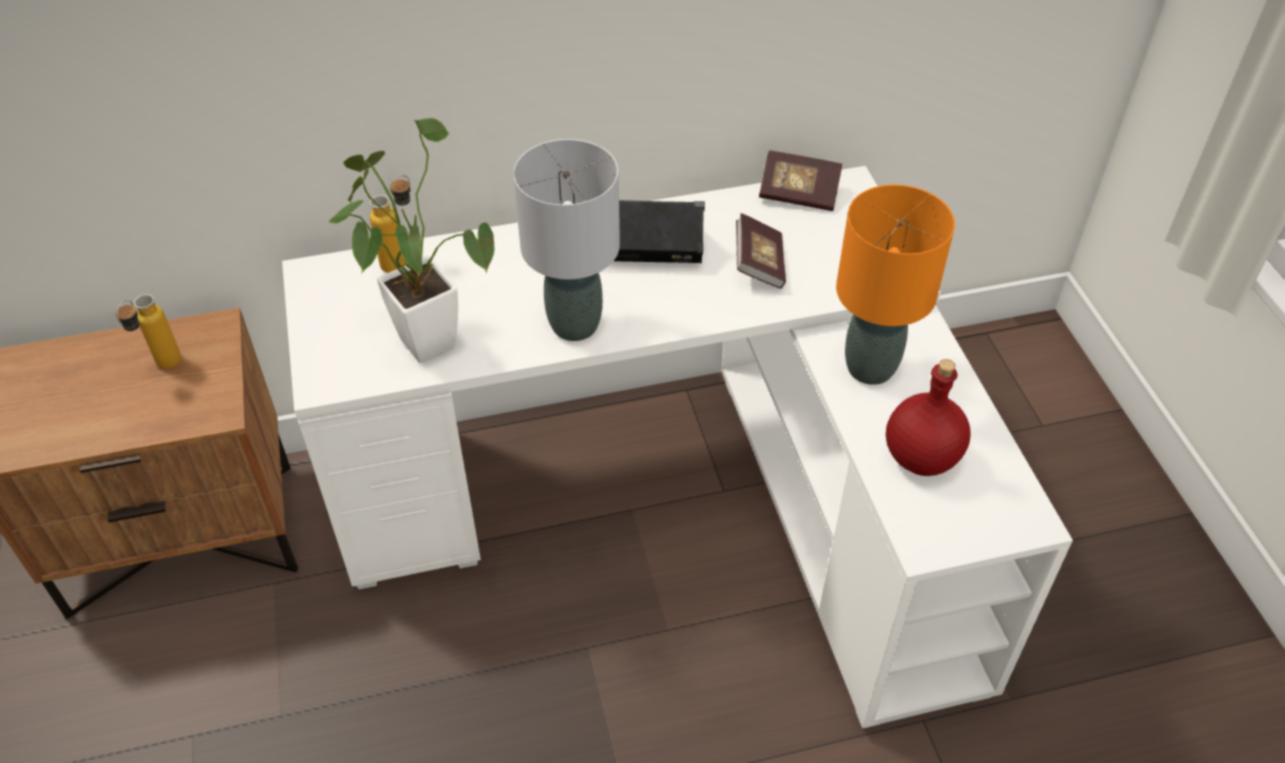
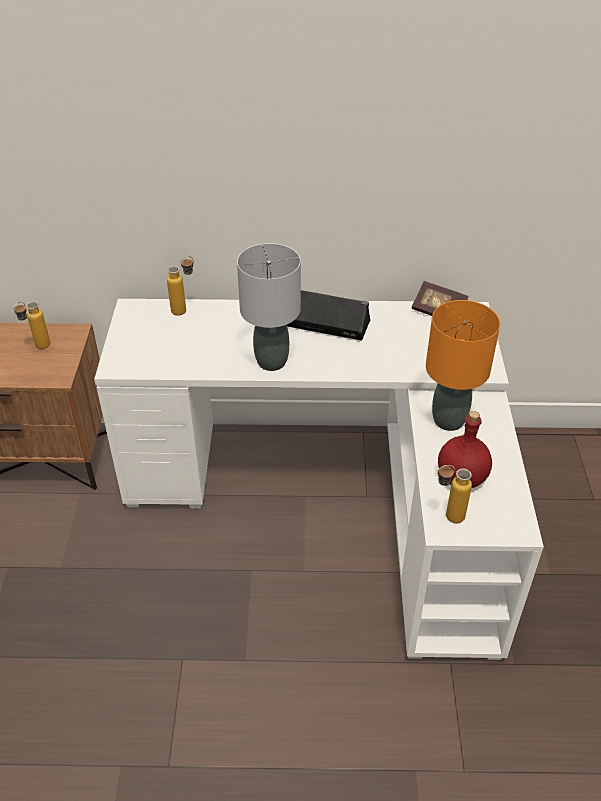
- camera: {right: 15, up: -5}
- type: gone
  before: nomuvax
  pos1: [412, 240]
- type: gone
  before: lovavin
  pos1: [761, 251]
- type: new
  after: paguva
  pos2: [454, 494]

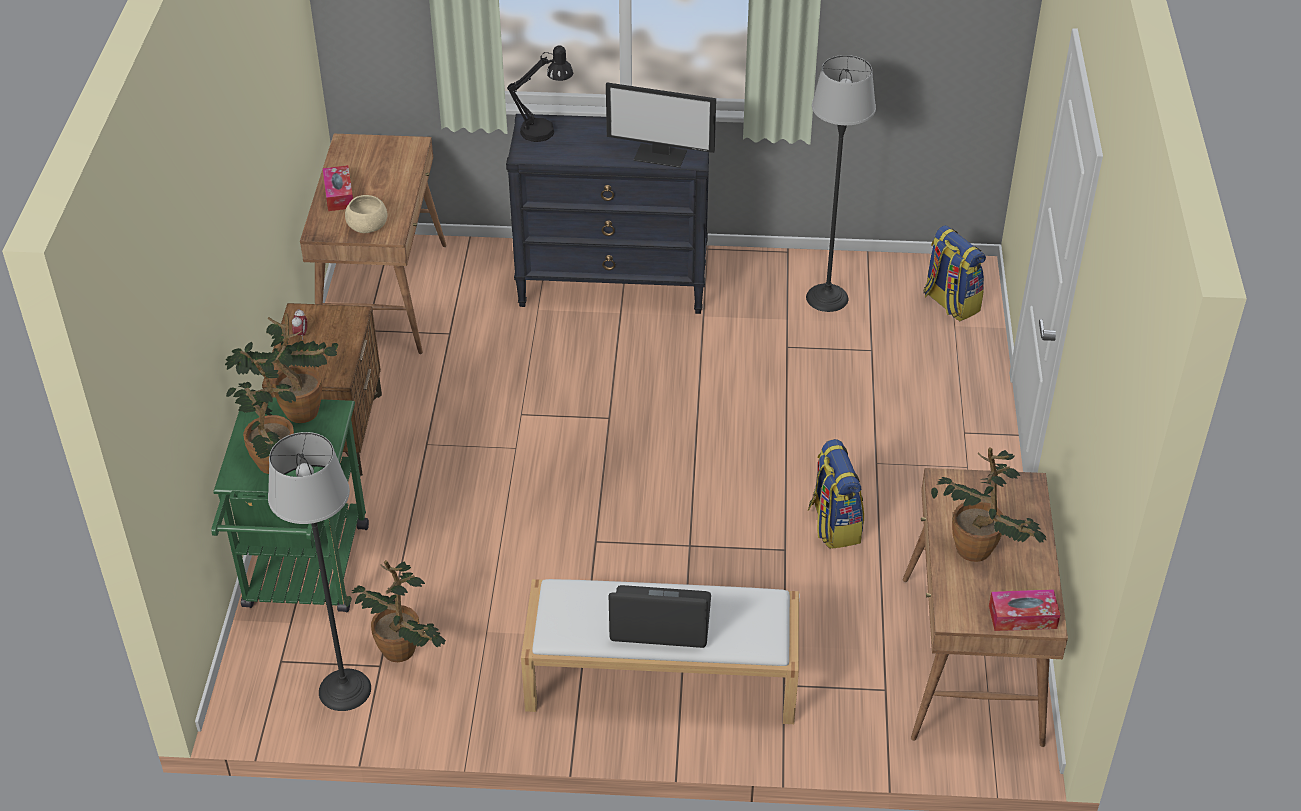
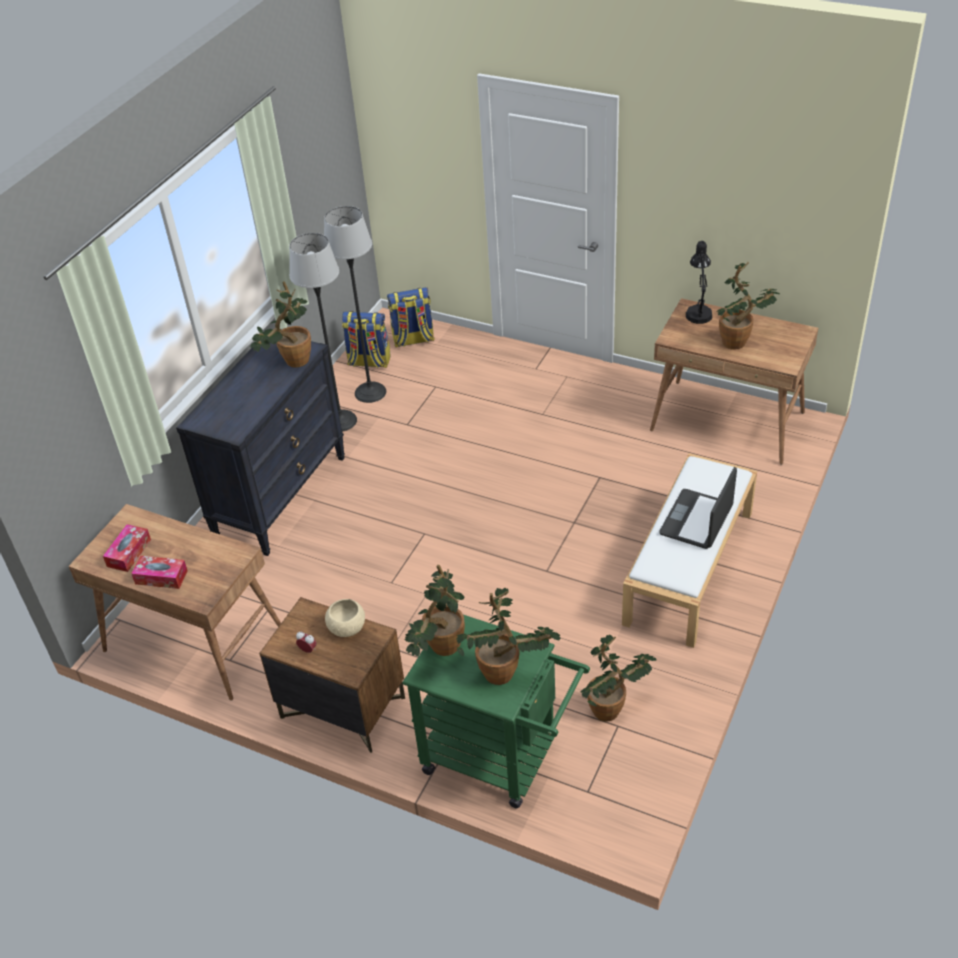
- camera: {right: -65, up: 0}
- type: shifted
  before: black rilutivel
  pos1: [540, 94]
  pos2: [699, 282]
- type: swapped
  before: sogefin
  after: nomuvax
  pos1: [661, 125]
  pos2: [280, 324]
- type: shifted
  before: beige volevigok
  pos1: [366, 214]
  pos2: [345, 618]
- type: shifted
  before: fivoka
  pos1: [319, 571]
  pos2: [323, 332]
- type: shifted
  before: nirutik
  pos1: [836, 494]
  pos2: [366, 339]
- type: shifted
  before: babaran
  pos1: [1024, 610]
  pos2: [127, 548]

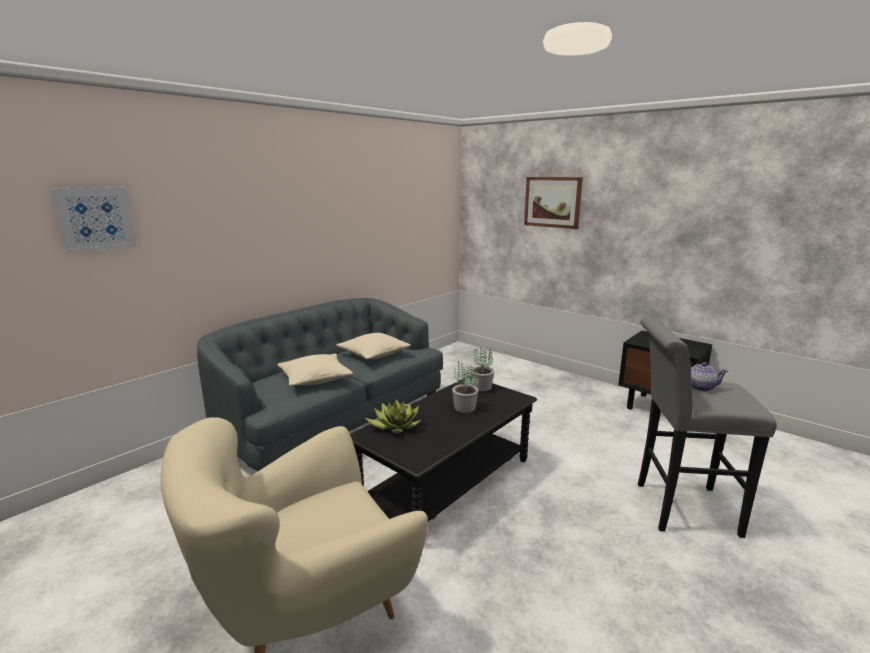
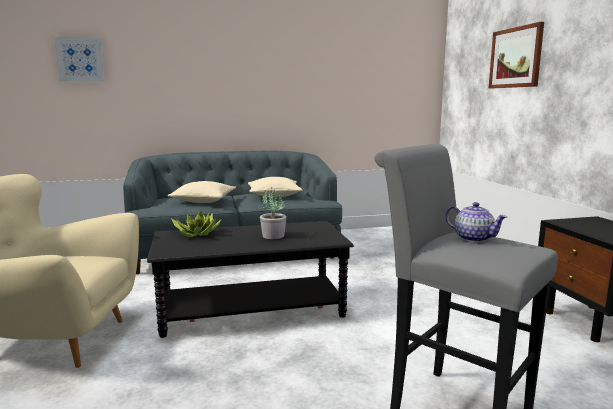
- camera: {right: 35, up: -5}
- type: gone
  before: nomuvax
  pos1: [482, 369]

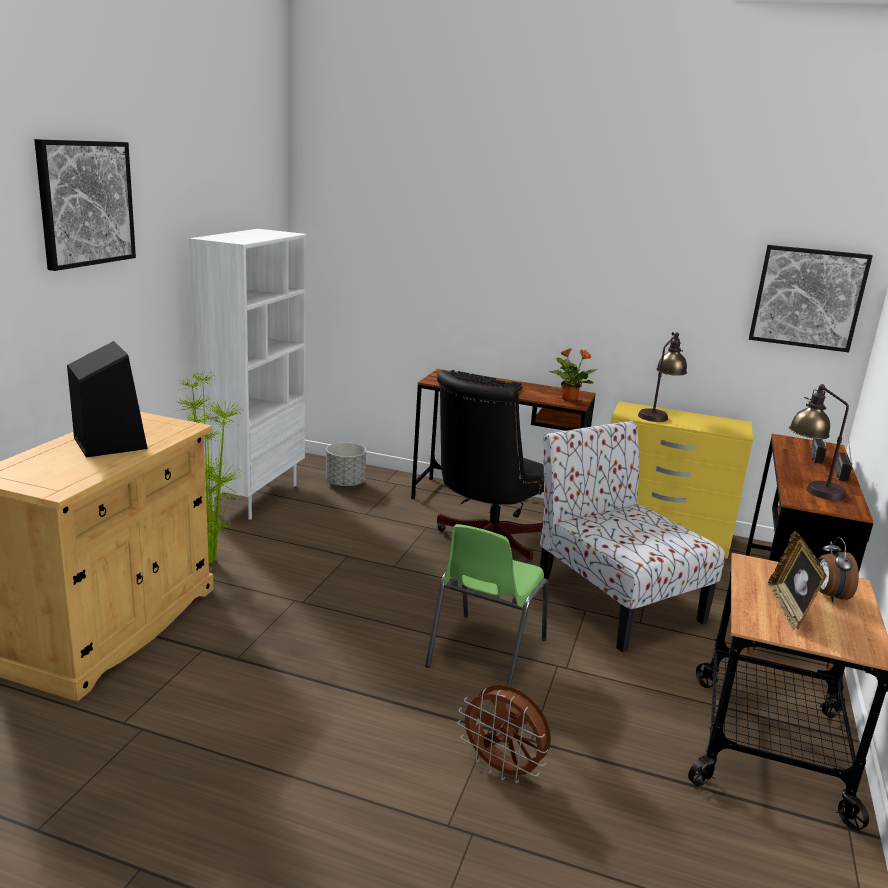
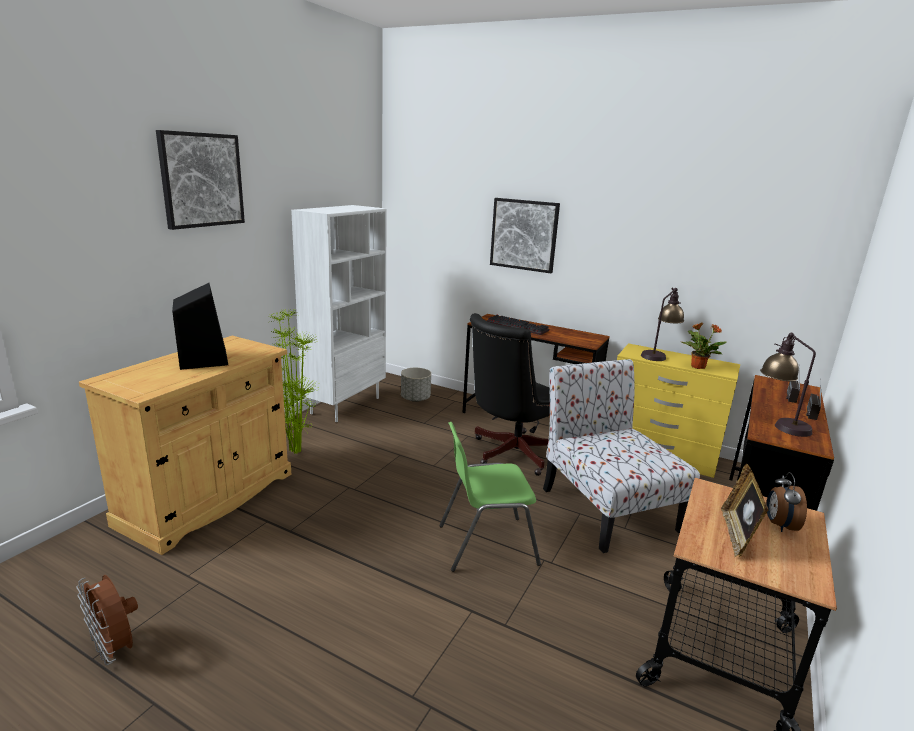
- camera: {right: 10, up: 0}
- type: shifted
  before: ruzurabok
  pos1: [811, 298]
  pos2: [525, 235]
- type: shifted
  before: nomuvax
  pos1: [573, 375]
  pos2: [703, 345]
- type: rotated
  before: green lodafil
  pos1: [486, 605]
  pos2: [490, 497]
  turn: 45
- type: shifted
  before: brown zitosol
  pos1: [504, 734]
  pos2: [107, 620]

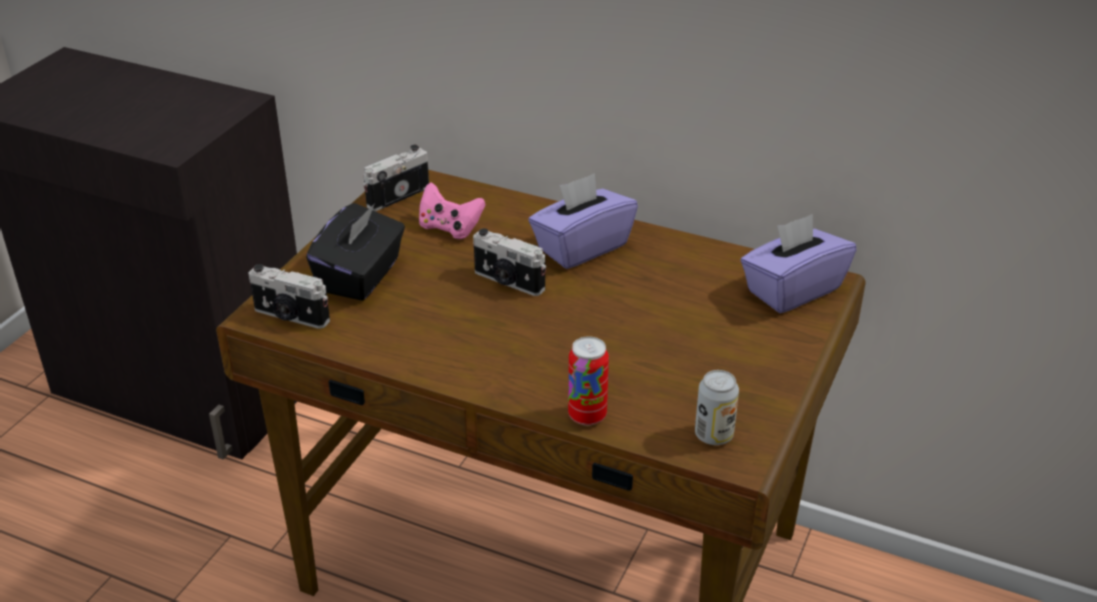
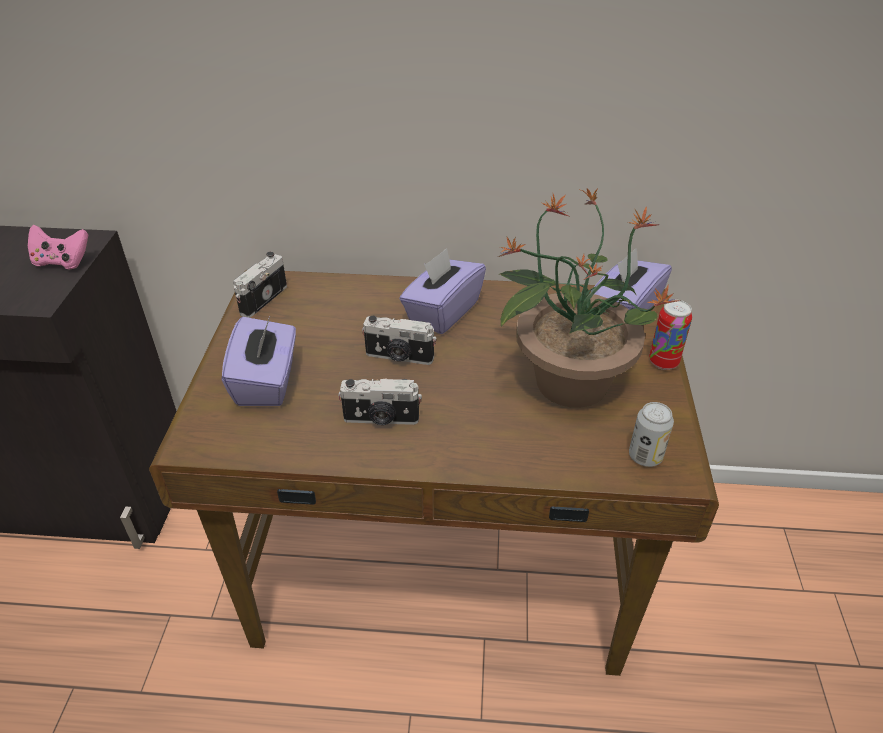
- camera: {right: -20, up: 5}
- type: shifted
  before: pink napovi
  pos1: [452, 210]
  pos2: [58, 247]
- type: repainted
  before: black babaran
  after: purple babaran
  pos1: [355, 252]
  pos2: [259, 360]
- type: shifted
  before: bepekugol
  pos1: [289, 296]
  pos2: [380, 402]
- type: shifted
  before: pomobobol
  pos1: [588, 381]
  pos2: [670, 335]
- type: new
  after: nomuvax
  pos2: [589, 297]

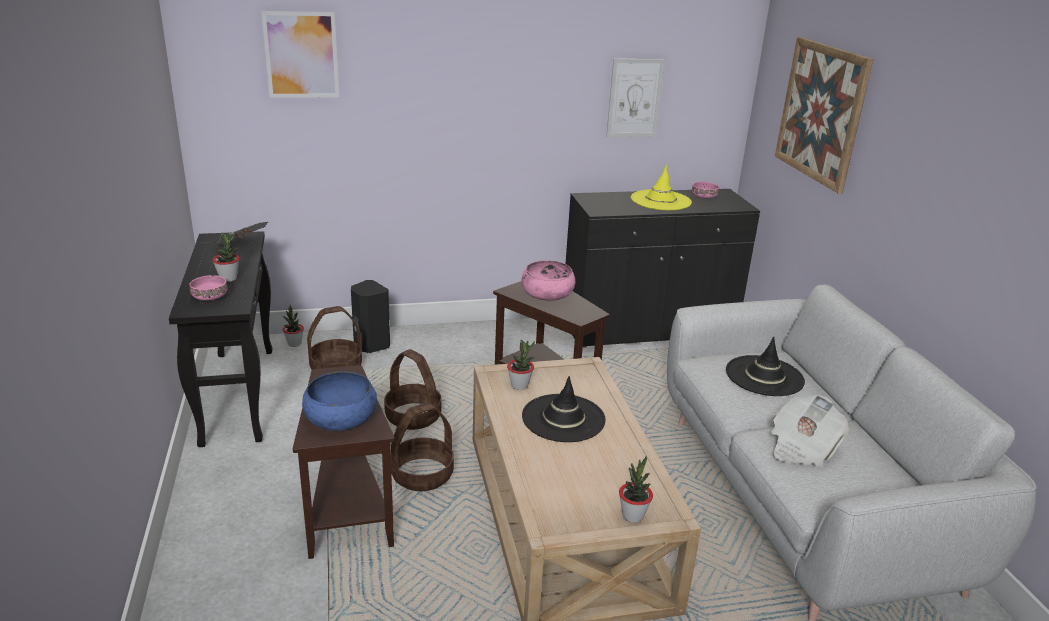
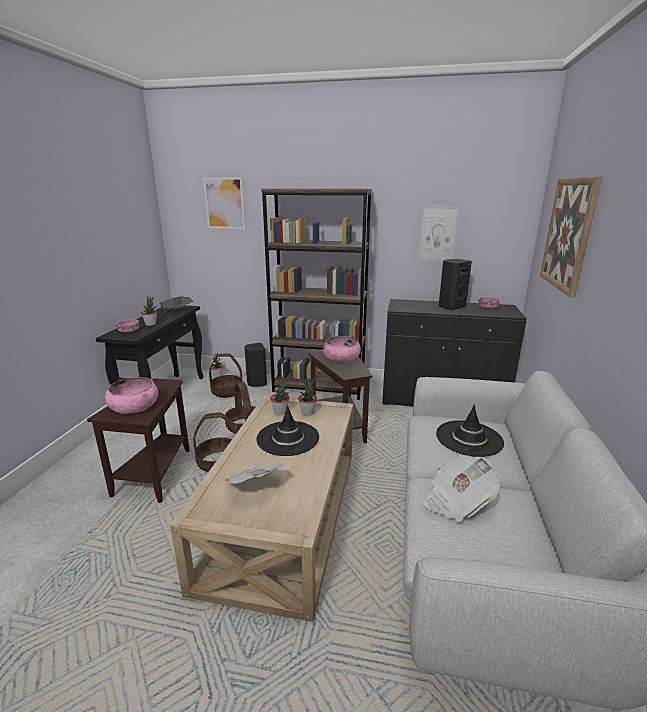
- camera: {right: 25, up: -5}
- type: swapped
  before: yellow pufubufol
  after: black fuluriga
  pos1: [661, 187]
  pos2: [455, 284]
- type: repainted
  before: blue volevigok
  after: pink volevigok
  pos1: [339, 401]
  pos2: [131, 395]
- type: shifted
  before: nomuvax
  pos1: [636, 489]
  pos2: [307, 396]
- type: new
  after: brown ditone
  pos2: [316, 294]
- type: new
  after: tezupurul
  pos2: [253, 474]

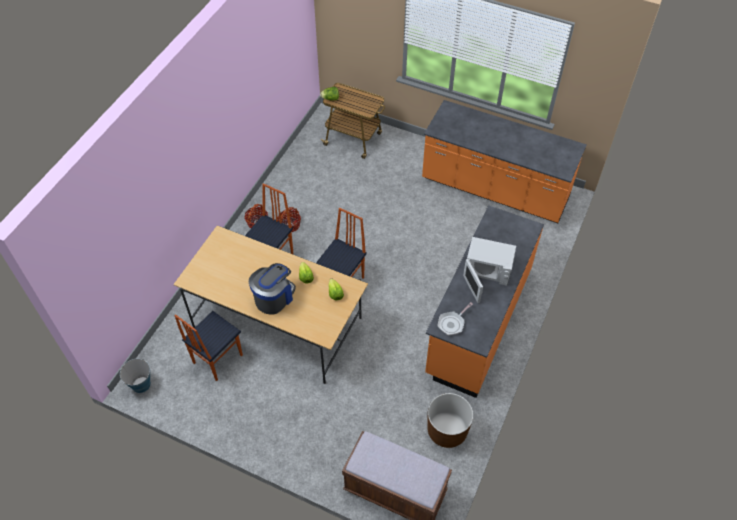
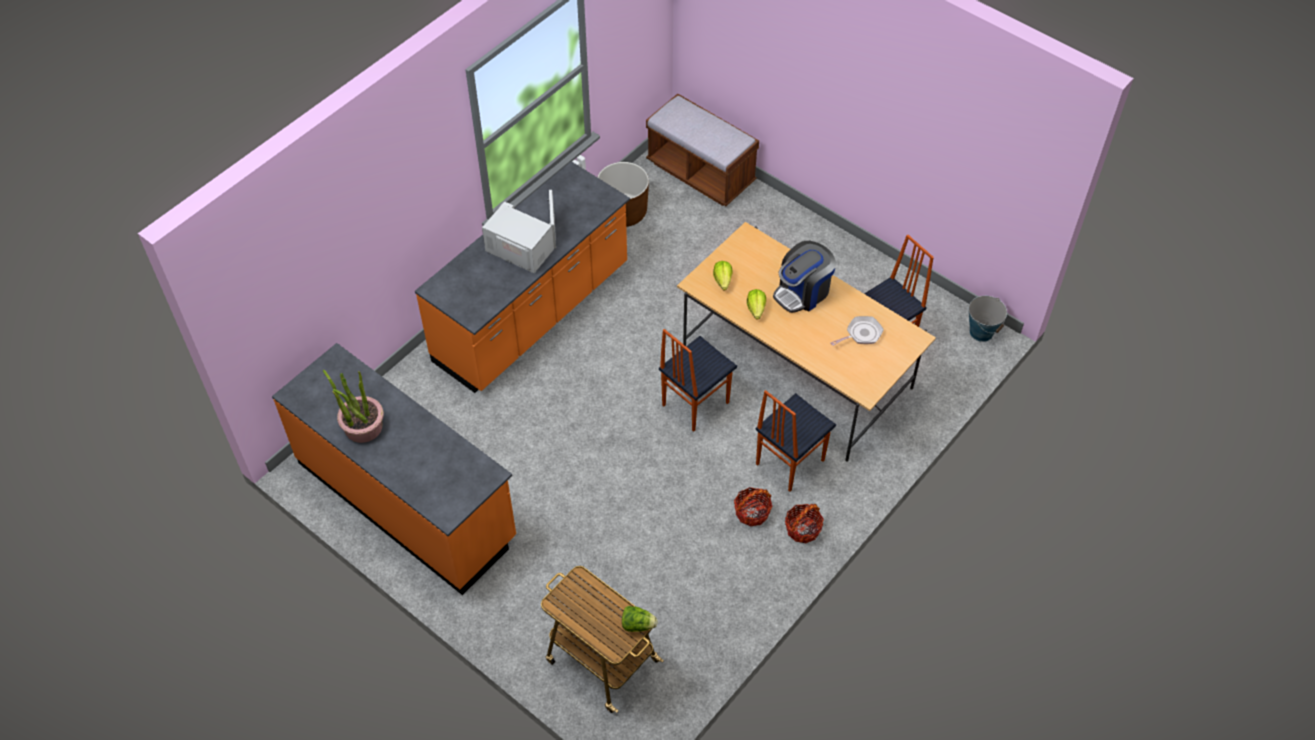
- camera: {right: -165, up: 0}
- type: shifted
  before: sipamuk
  pos1: [455, 318]
  pos2: [857, 331]
- type: new
  after: nomuvax
  pos2: [353, 406]

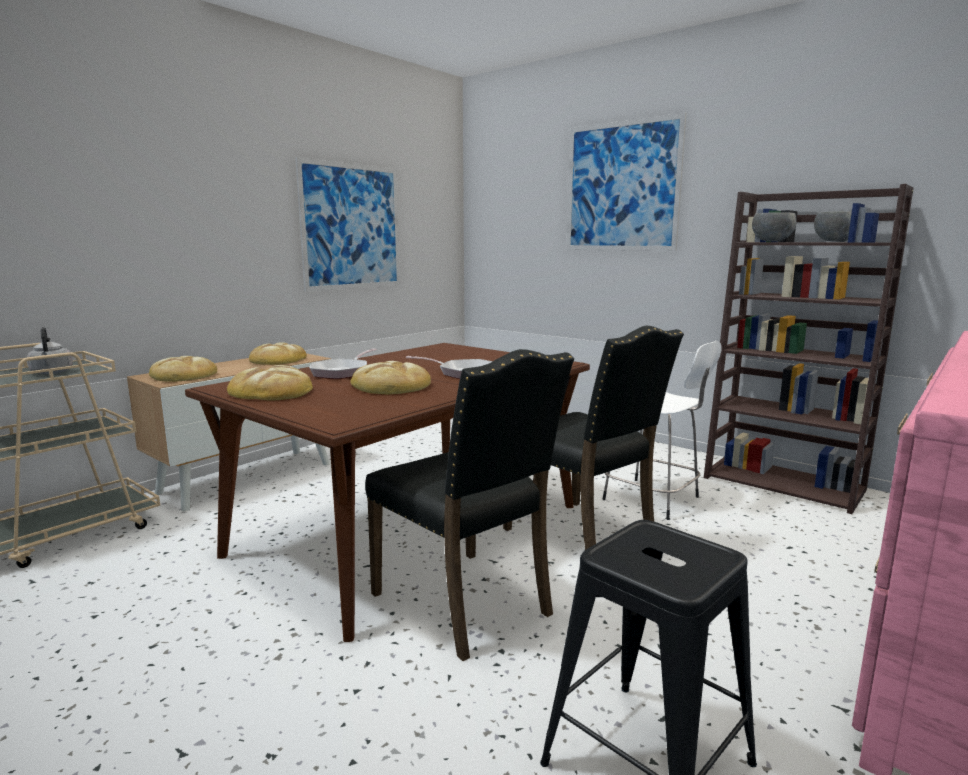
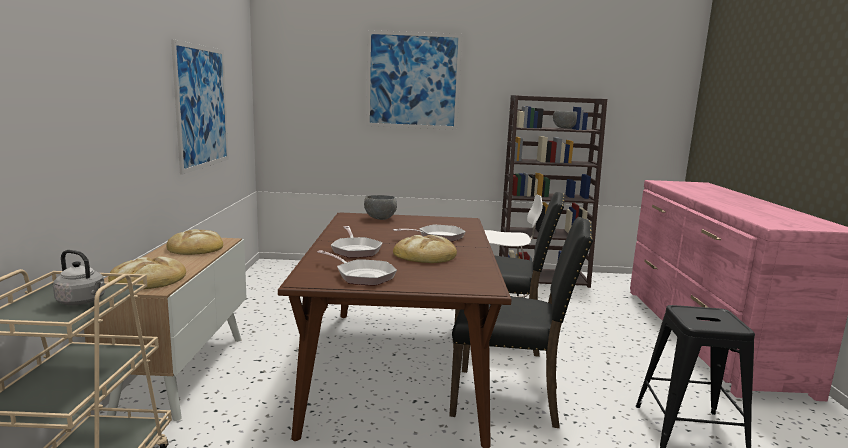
- camera: {right: -40, up: 0}
- type: shifted
  before: grey volevigok
  pos1: [774, 227]
  pos2: [380, 207]
- type: swapped
  before: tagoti
  after: sipamuk
  pos1: [270, 382]
  pos2: [357, 267]

